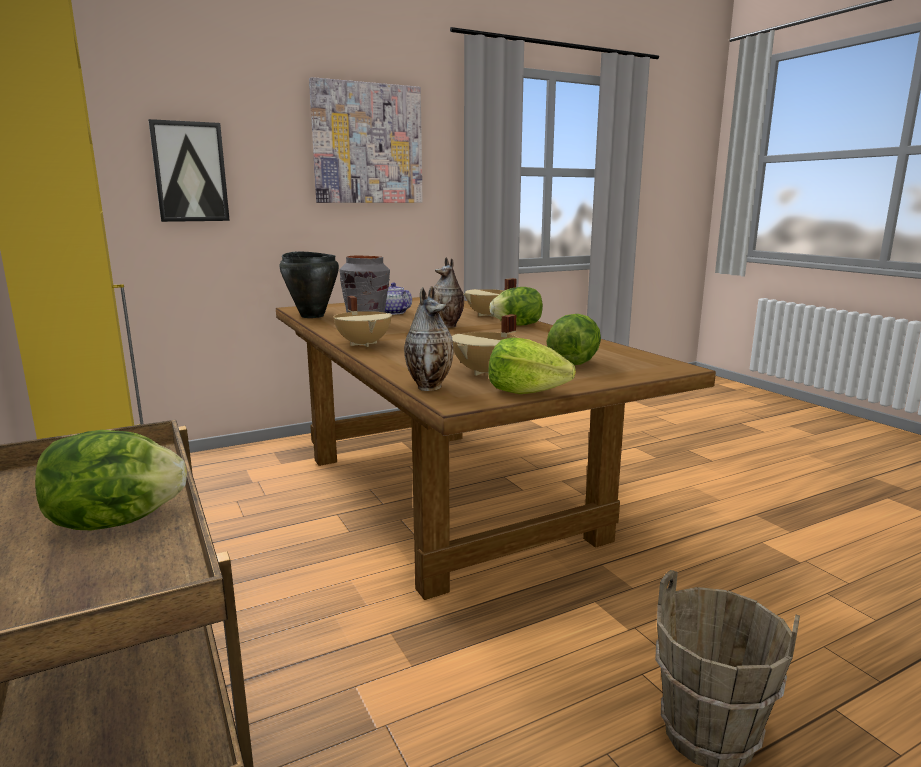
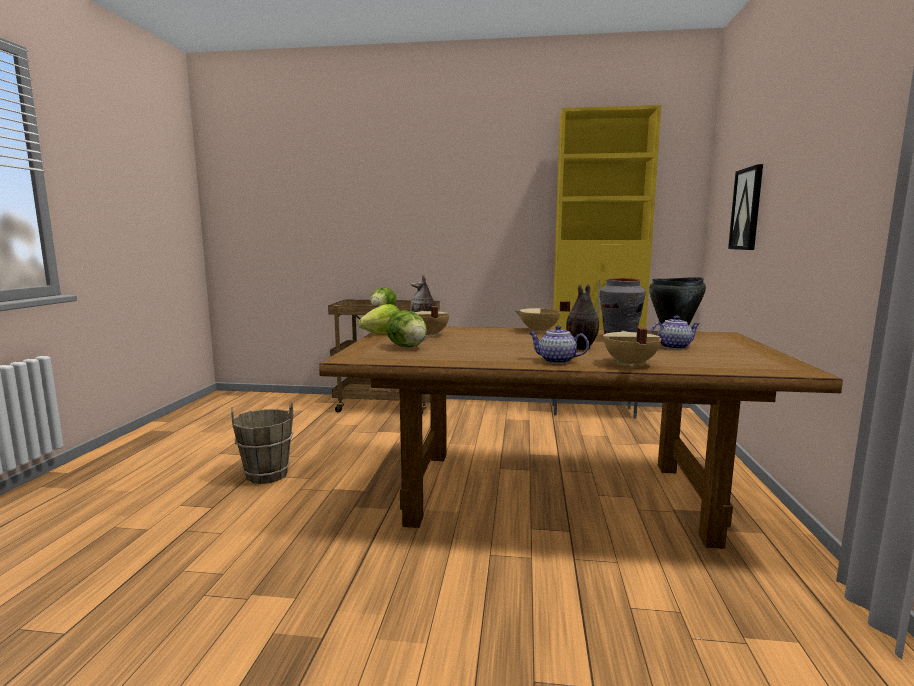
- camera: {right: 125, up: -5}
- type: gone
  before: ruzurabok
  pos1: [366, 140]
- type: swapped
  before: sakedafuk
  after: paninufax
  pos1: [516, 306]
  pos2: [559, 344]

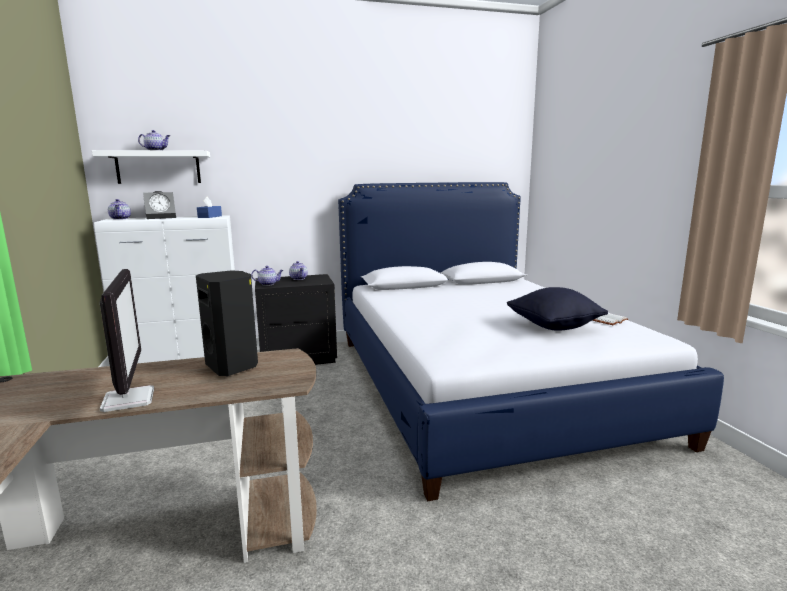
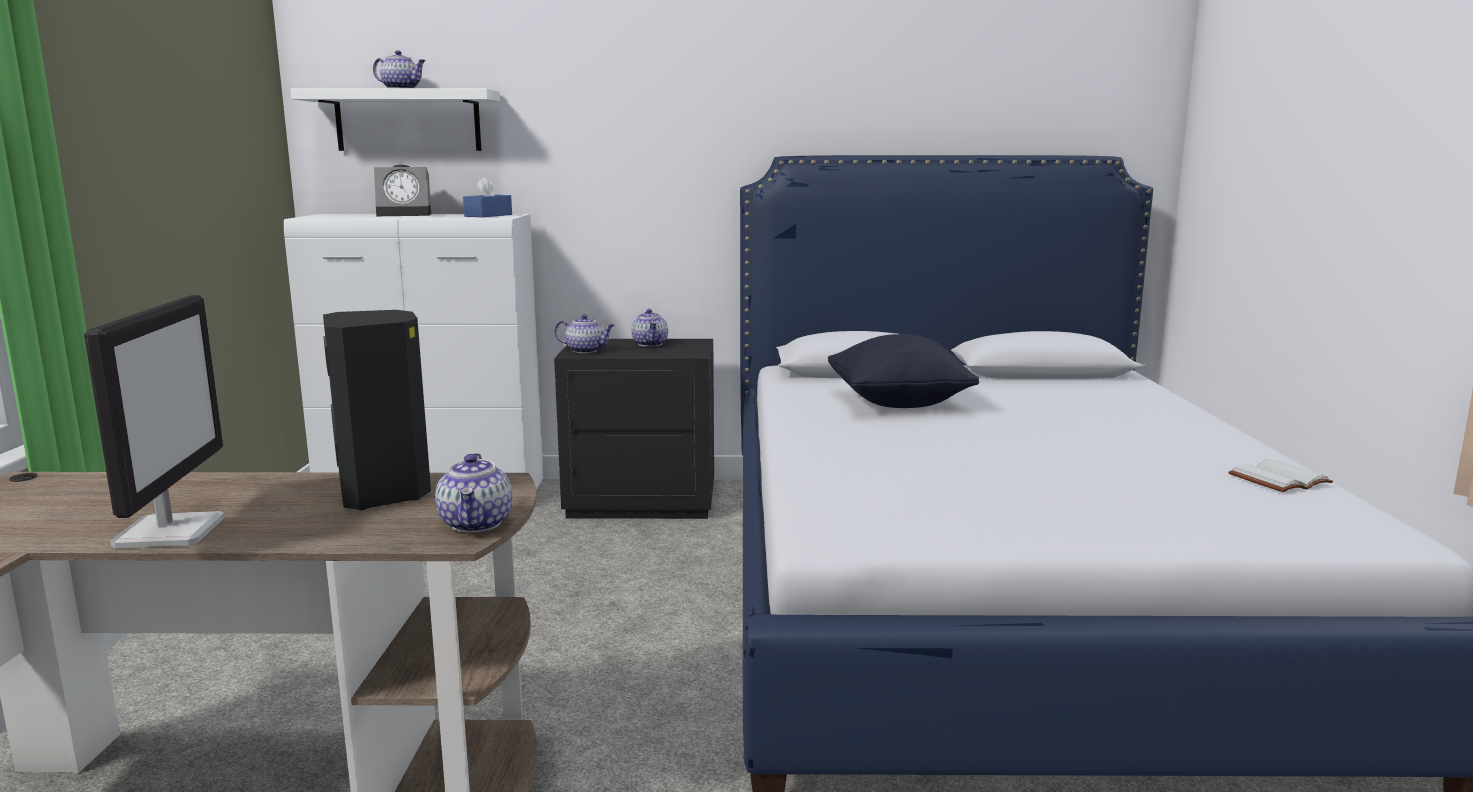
- camera: {right: 15, up: 0}
- type: shifted
  before: paninufax
  pos1: [119, 209]
  pos2: [473, 492]
- type: shifted
  before: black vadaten
  pos1: [557, 309]
  pos2: [903, 371]

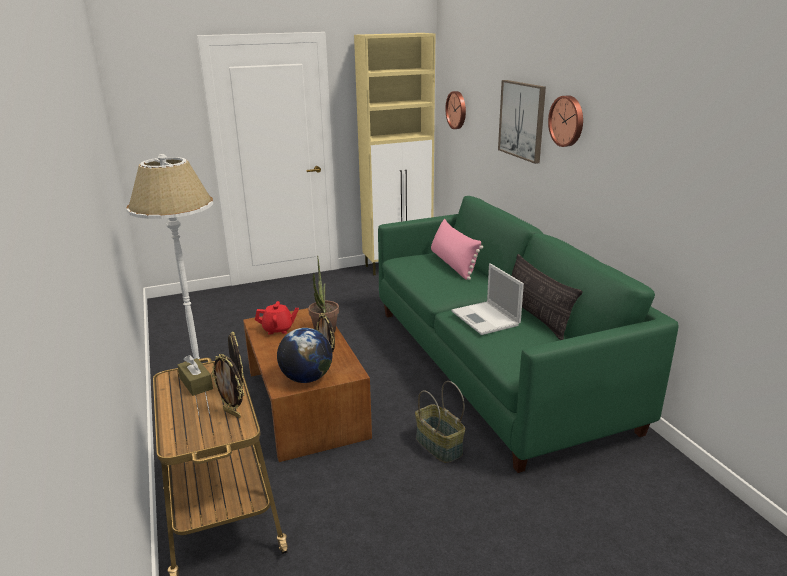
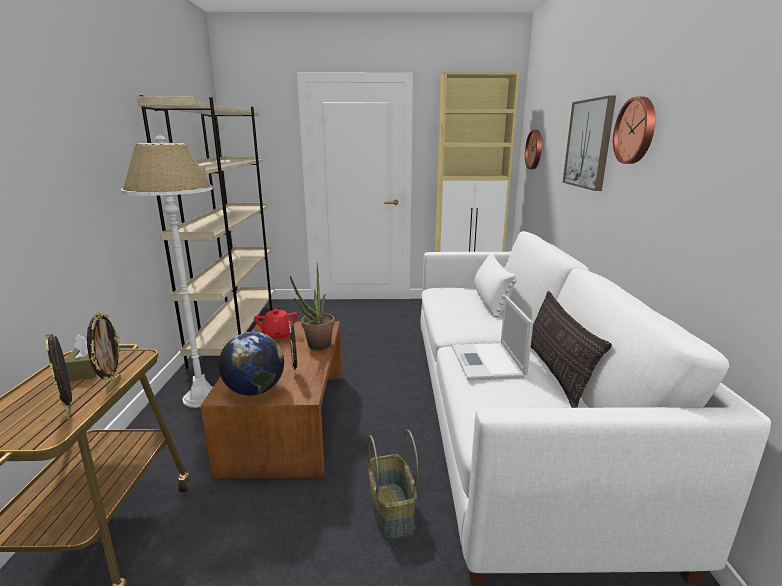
- camera: {right: 20, up: -5}
- type: repainted
  before: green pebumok
  after: white pebumok
  pos1: [528, 334]
  pos2: [595, 408]
- type: repainted
  before: pink vadaten
  after: white vadaten
  pos1: [457, 249]
  pos2: [495, 285]
- type: rotated
  before: red paninufax
  pos1: [277, 318]
  pos2: [276, 323]
  turn: -120
- type: new
  after: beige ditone
  pos2: [206, 232]

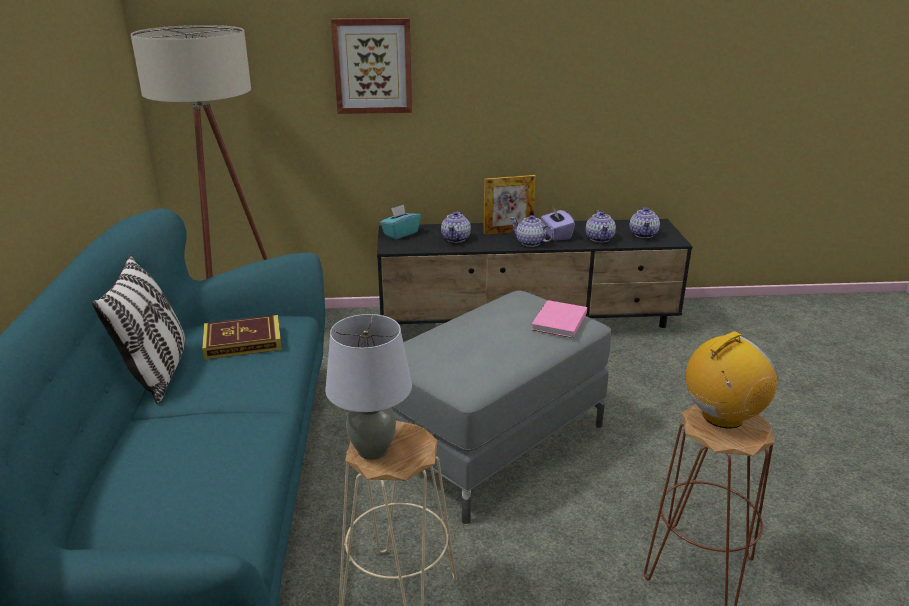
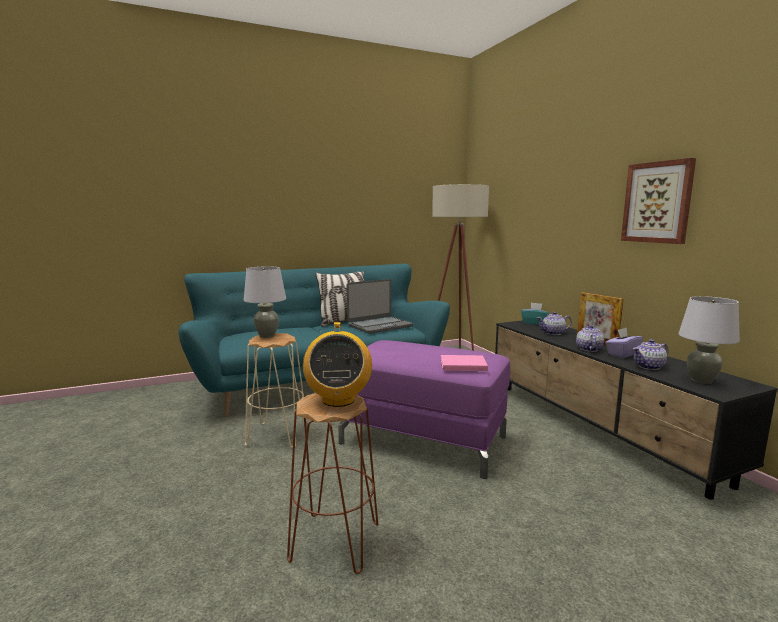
- camera: {right: 70, up: -15}
- type: shifted
  before: ruzurabok
  pos1: [371, 66]
  pos2: [658, 201]
- type: swapped
  before: paninufax
  after: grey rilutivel
  pos1: [645, 222]
  pos2: [709, 340]
- type: repainted
  before: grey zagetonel
  after: purple zagetonel
  pos1: [501, 407]
  pos2: [424, 409]
- type: swapped
  before: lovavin
  after: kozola
  pos1: [242, 337]
  pos2: [379, 306]
- type: rotated
  before: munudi
  pos1: [732, 379]
  pos2: [337, 364]
  turn: 45

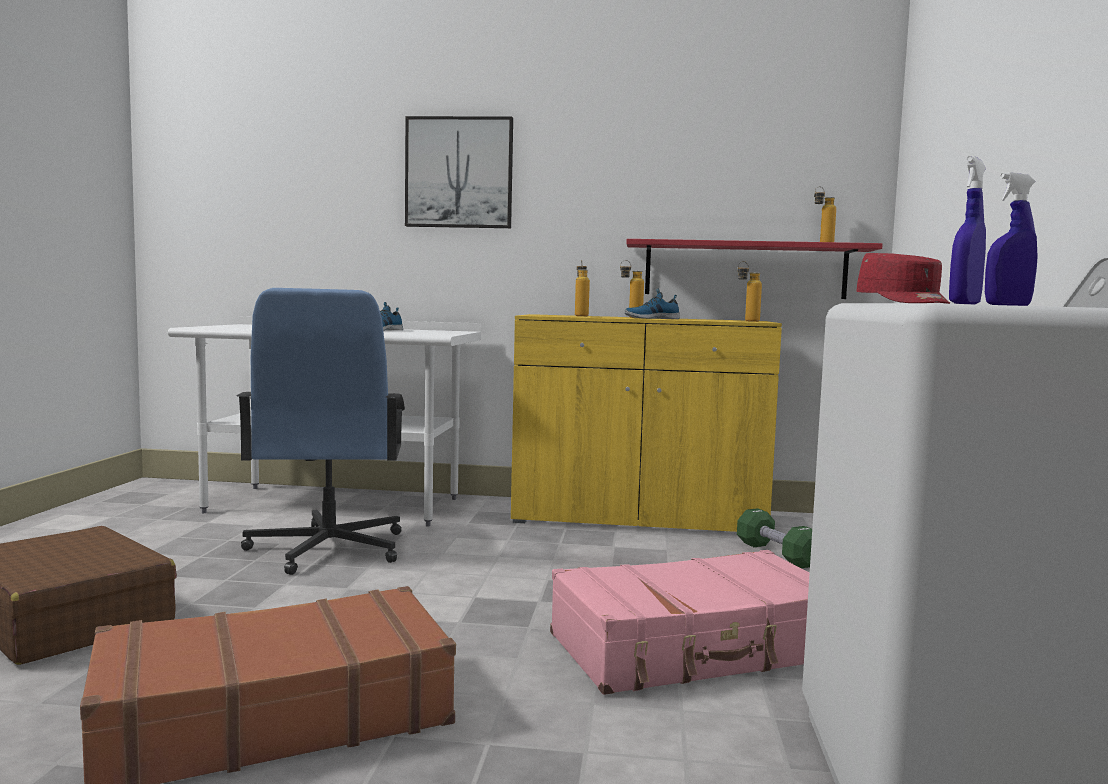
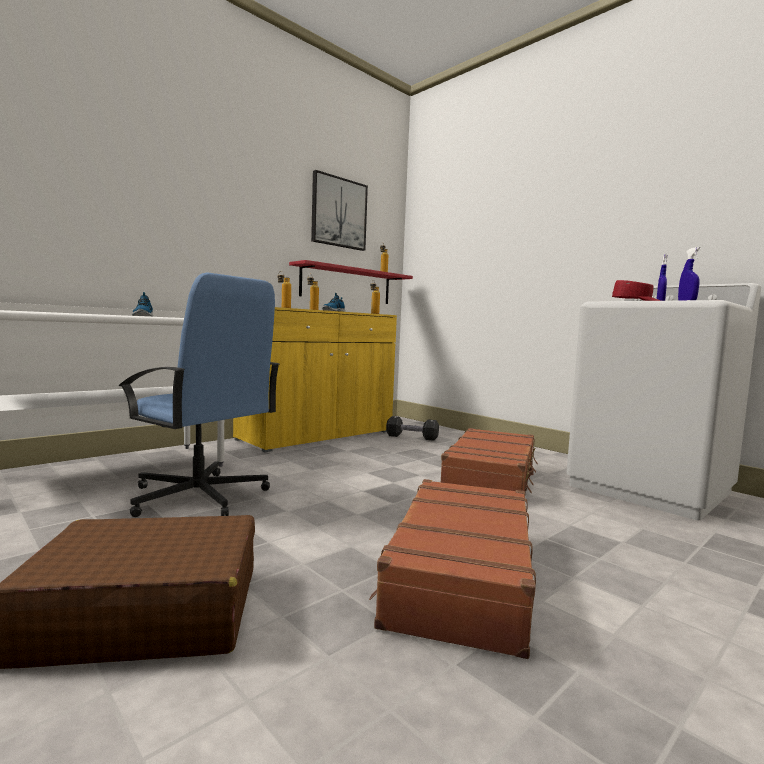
- camera: {right: -50, up: 0}
- type: shifted
  before: ruzurabok
  pos1: [459, 172]
  pos2: [339, 210]
- type: repainted
  before: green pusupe
  after: black pusupe
  pos1: [774, 538]
  pos2: [412, 428]
- type: repainted
  before: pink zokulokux
  after: brown zokulokux
  pos1: [680, 622]
  pos2: [489, 460]

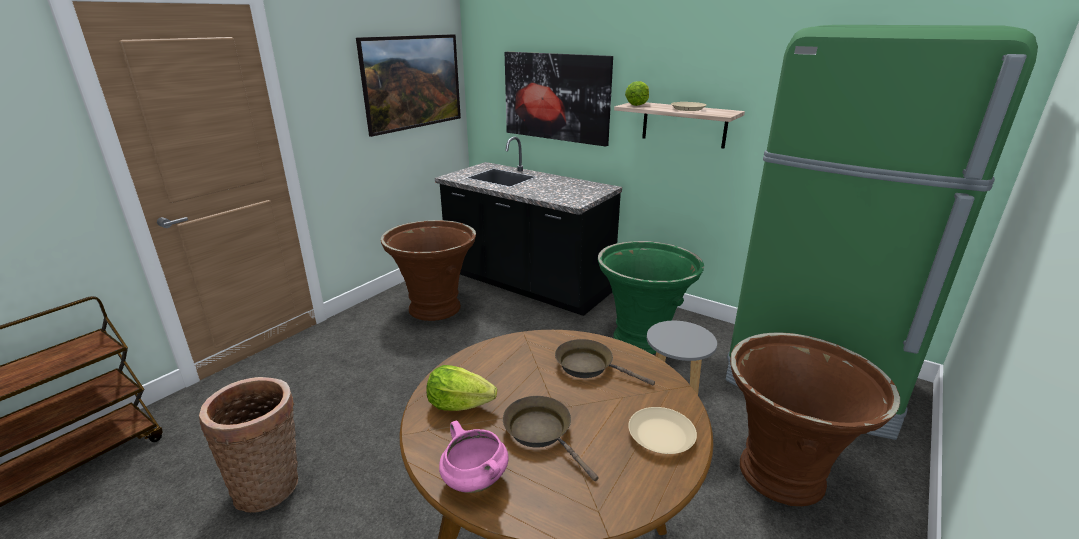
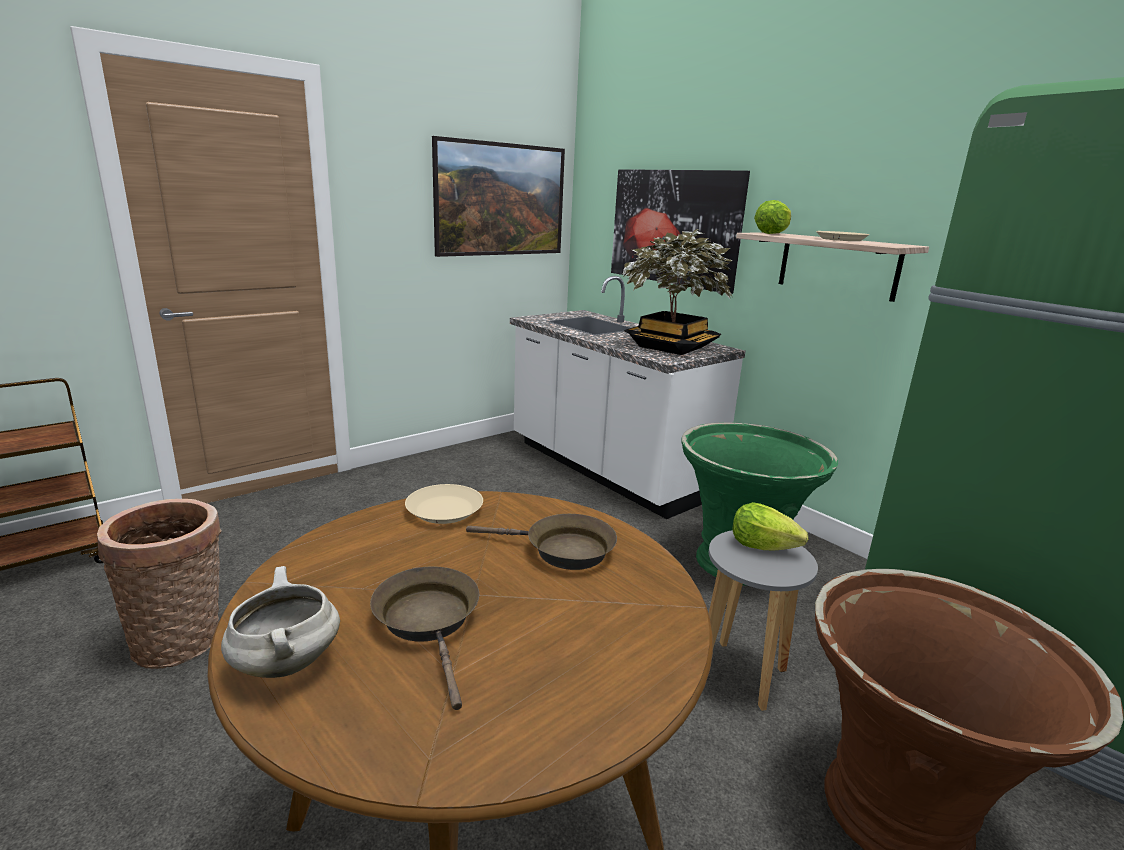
- camera: {right: 15, up: -5}
- type: repainted
  before: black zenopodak
  after: white zenopodak
  pos1: [528, 226]
  pos2: [628, 397]
- type: gone
  before: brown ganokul
  pos1: [428, 270]
- type: rotated
  before: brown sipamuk
  pos1: [605, 362]
  pos2: [541, 542]
  turn: 150
- type: shifted
  before: sakedafuk
  pos1: [462, 388]
  pos2: [770, 526]
- type: shifted
  before: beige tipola
  pos1: [662, 430]
  pos2: [444, 504]
- type: repainted
  before: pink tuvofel
  after: white tuvofel
  pos1: [474, 457]
  pos2: [280, 622]
- type: new
  after: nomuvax
  pos2: [677, 292]

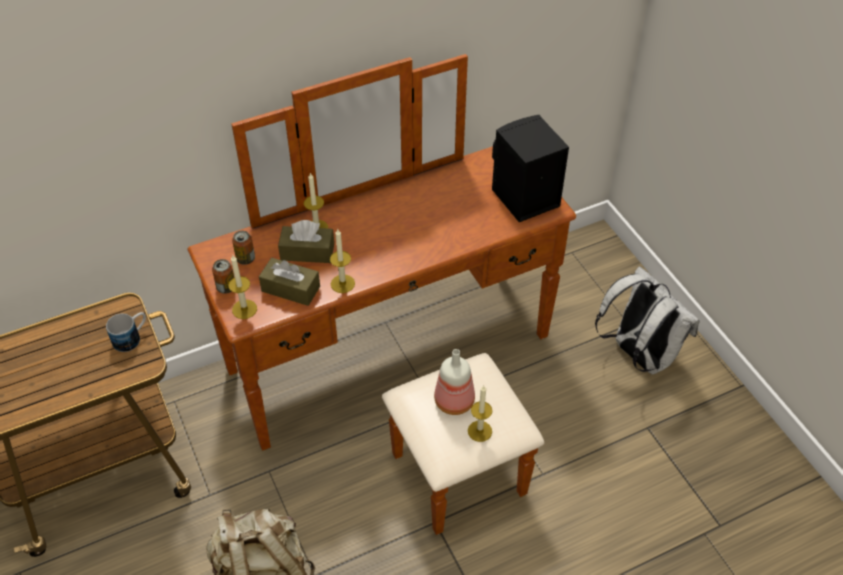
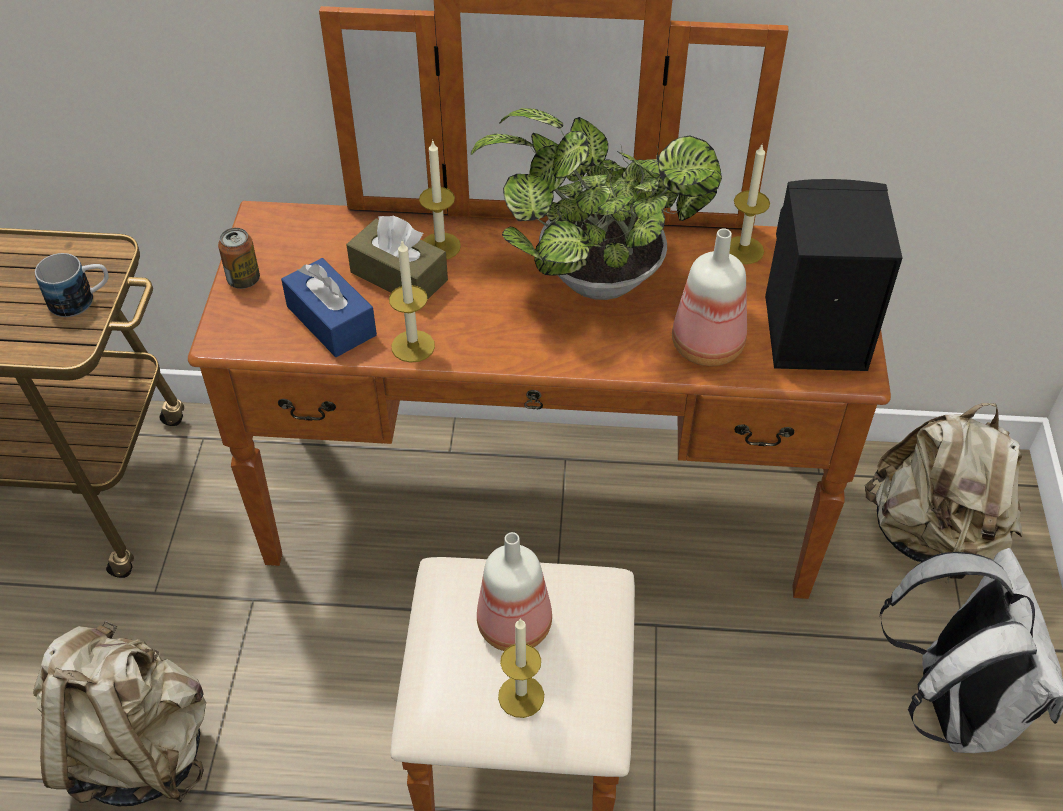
- camera: {right: 30, up: 0}
- type: gone
  before: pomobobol
  pos1: [243, 248]
- type: shifted
  before: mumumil
  pos1: [242, 287]
  pos2: [749, 204]
- type: repainted
  before: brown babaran
  after: blue babaran
  pos1: [289, 282]
  pos2: [329, 307]
- type: new
  after: nomuvax
  pos2: [596, 204]
- type: new
  after: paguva
  pos2: [709, 297]
- type: new
  after: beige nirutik
  pos2: [943, 492]

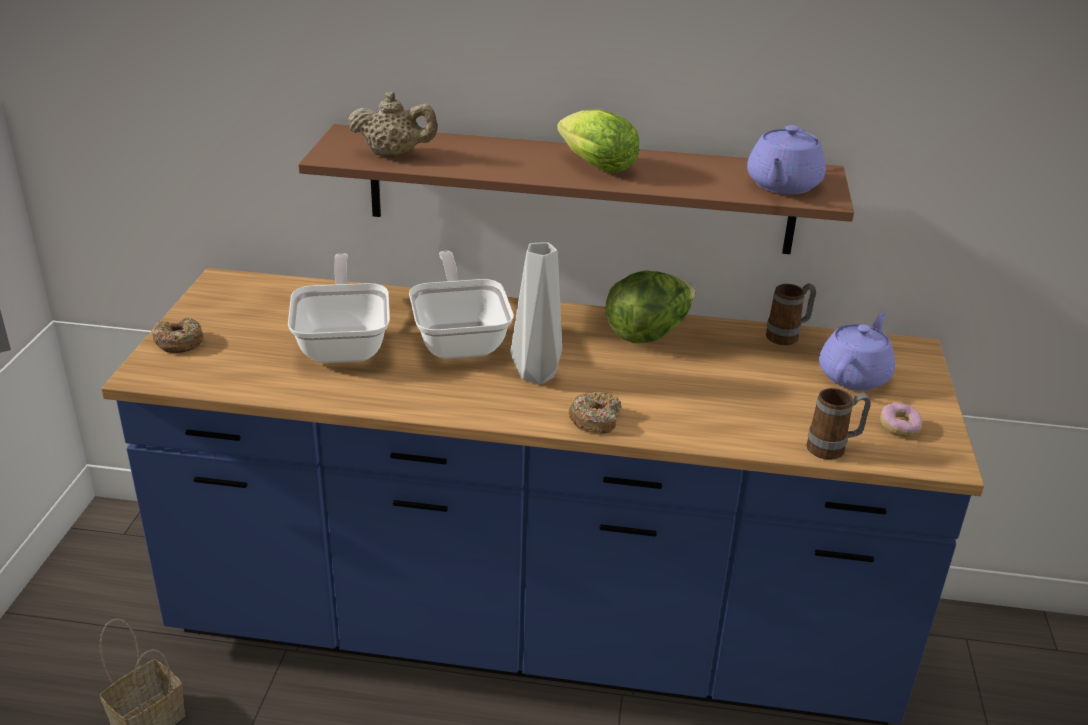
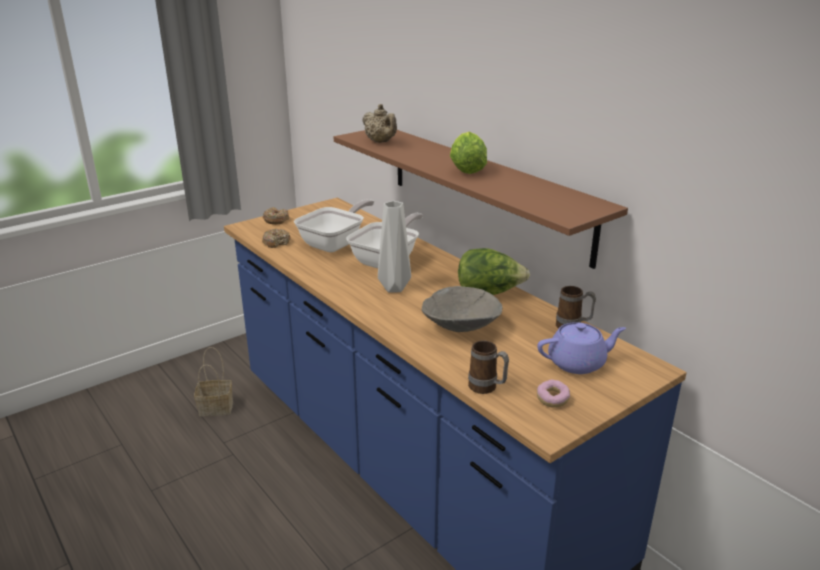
- camera: {right: 45, up: -5}
- type: gone
  before: purple paninufax
  pos1: [786, 159]
- type: shifted
  before: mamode
  pos1: [594, 412]
  pos2: [276, 238]
- type: new
  after: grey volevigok
  pos2: [462, 309]

